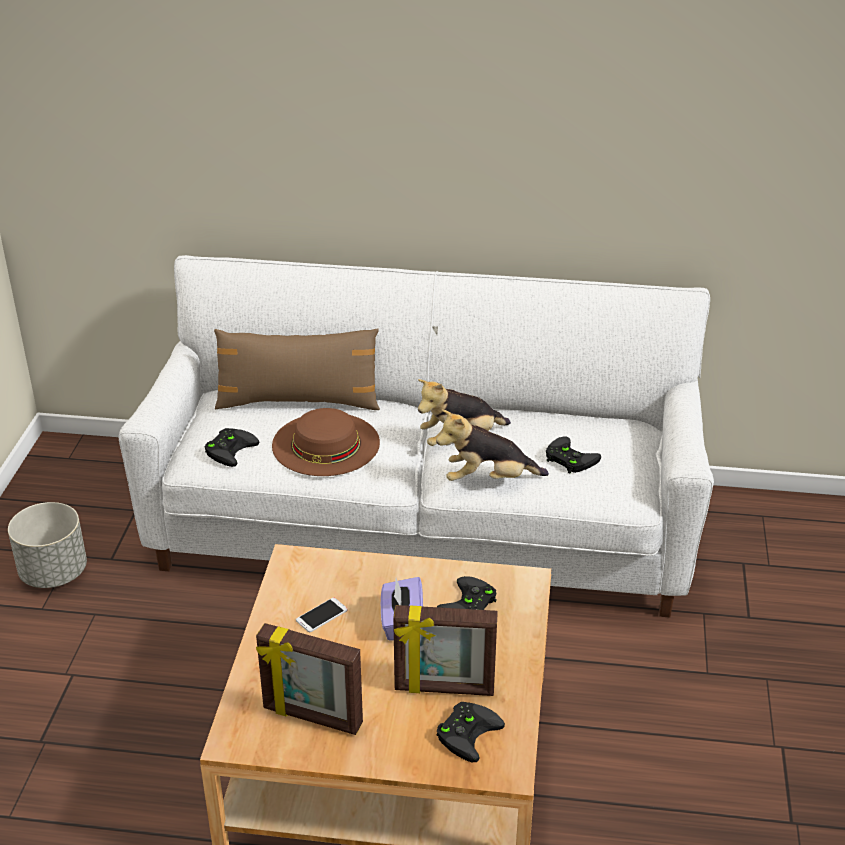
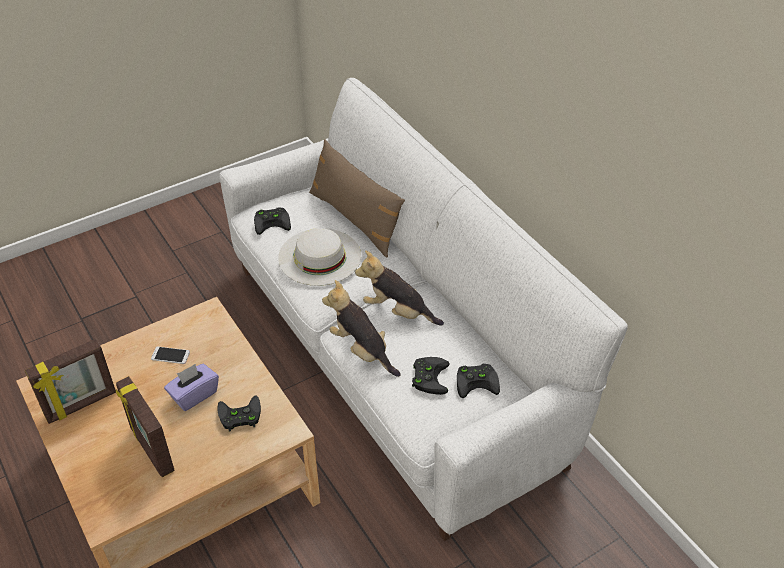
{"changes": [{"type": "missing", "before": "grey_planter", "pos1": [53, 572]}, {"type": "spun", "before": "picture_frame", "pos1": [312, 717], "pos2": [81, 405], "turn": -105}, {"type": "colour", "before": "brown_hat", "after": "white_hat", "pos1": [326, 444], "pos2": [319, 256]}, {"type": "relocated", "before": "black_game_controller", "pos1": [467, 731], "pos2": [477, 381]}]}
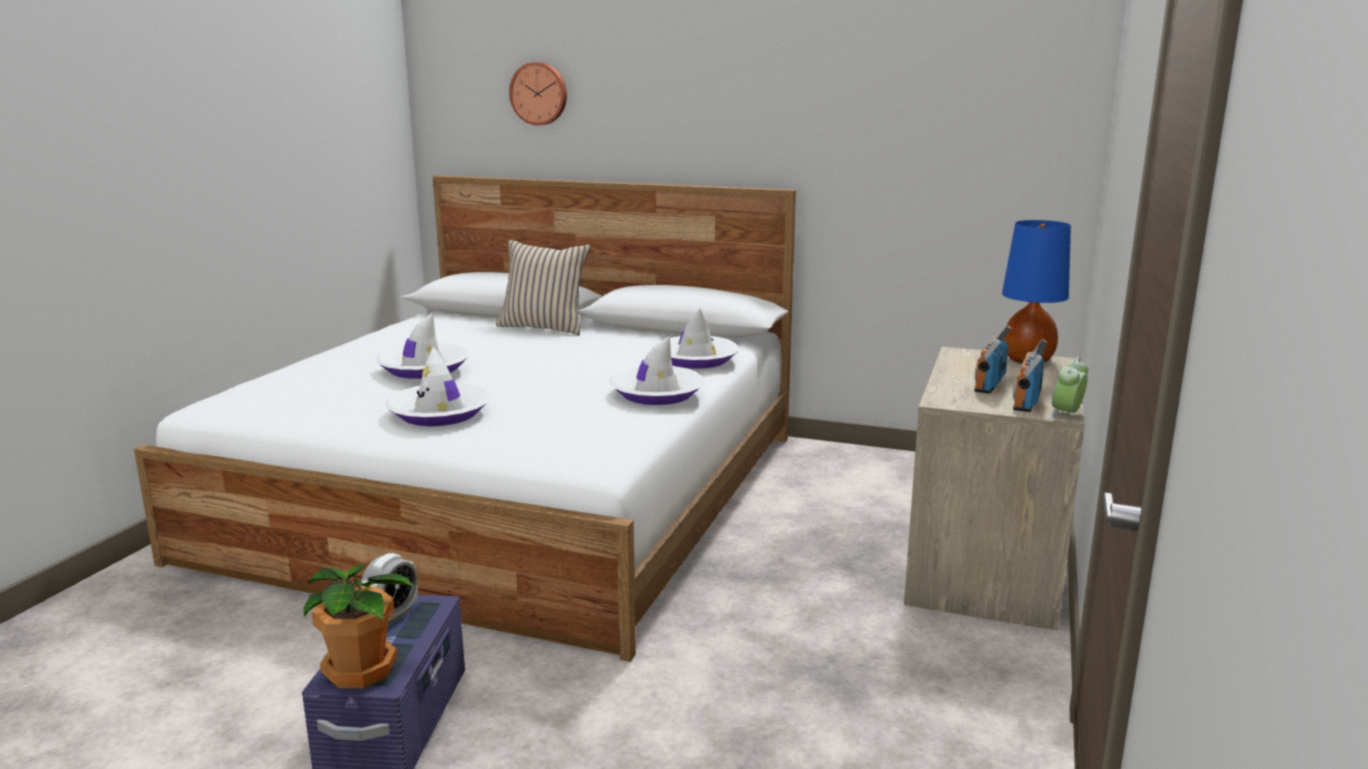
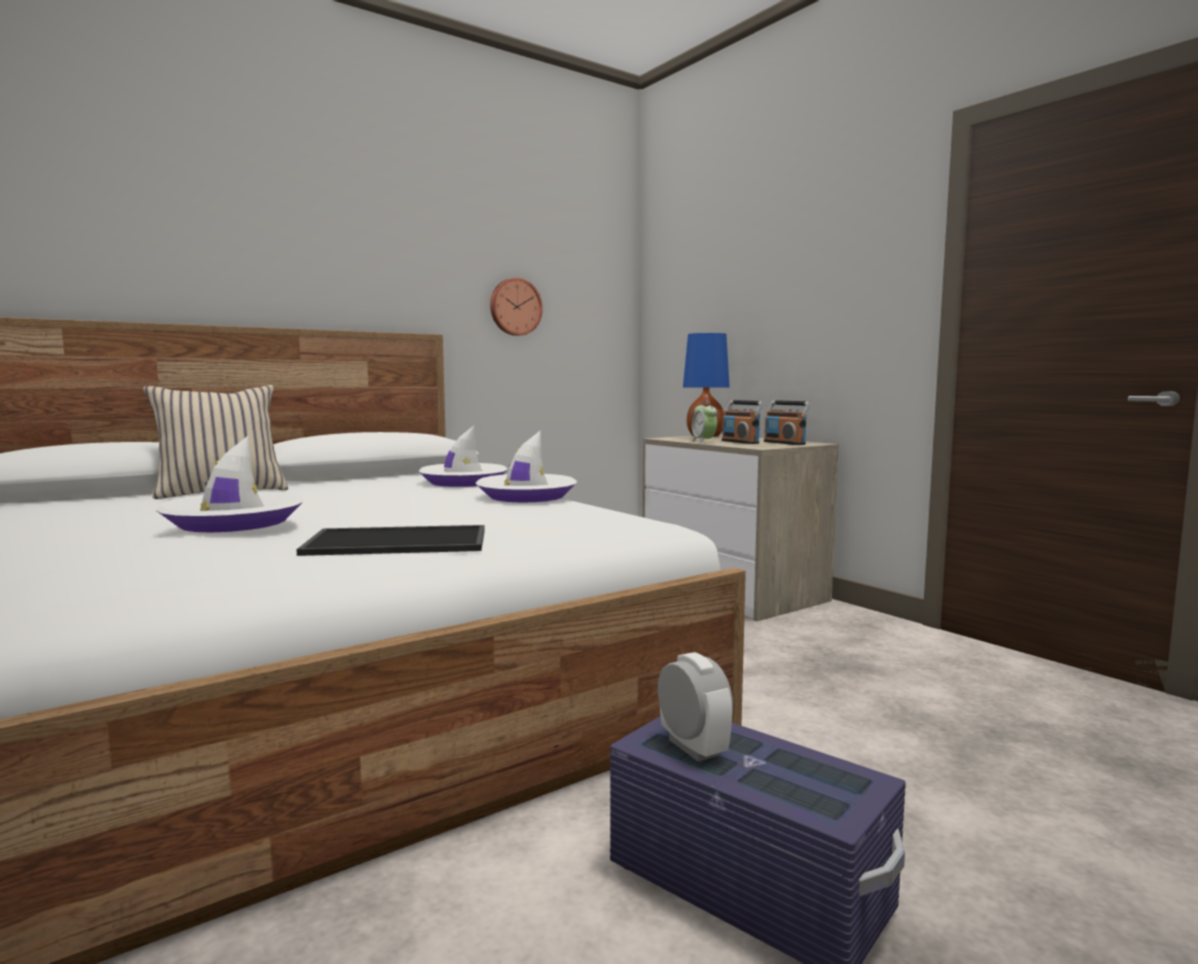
{"changes": [{"type": "missing", "before": "potted_plant", "pos1": [362, 669]}, {"type": "exchanged", "before": "white_hat", "after": "tray", "pos1": [439, 413], "pos2": [400, 541]}, {"type": "relocated", "before": "wall_clock", "pos1": [539, 93], "pos2": [515, 307]}, {"type": "relocated", "before": "alarm_clock", "pos1": [1066, 414], "pos2": [703, 441]}]}
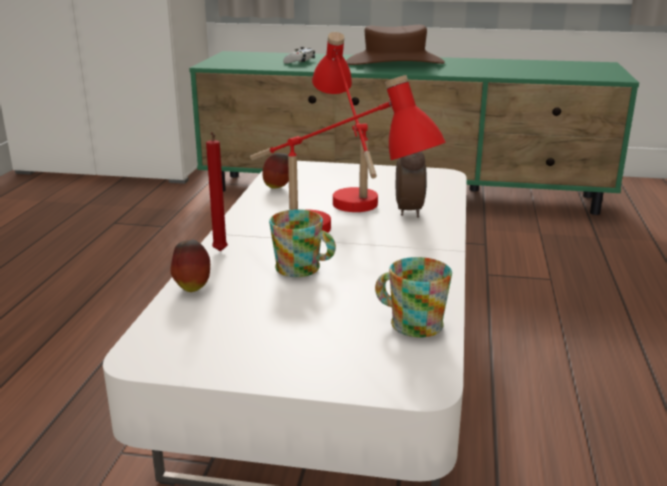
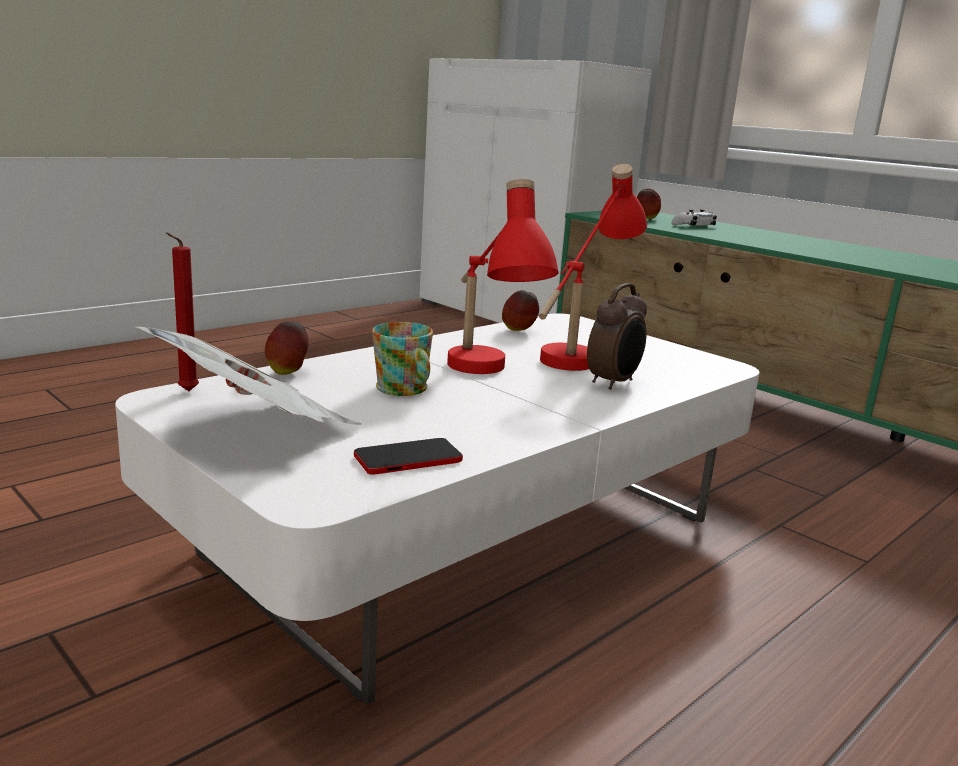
{"changes": [{"type": "relocated", "before": "red_candle", "pos1": [220, 252], "pos2": [185, 392]}, {"type": "missing", "before": "brown_hat", "pos1": [394, 63]}, {"type": "exchanged", "before": "mug", "after": "phone", "pos1": [410, 322], "pos2": [408, 458]}, {"type": "appeared", "after": "newspaper", "pos2": [257, 430]}, {"type": "appeared", "after": "apple", "pos2": [646, 219]}]}
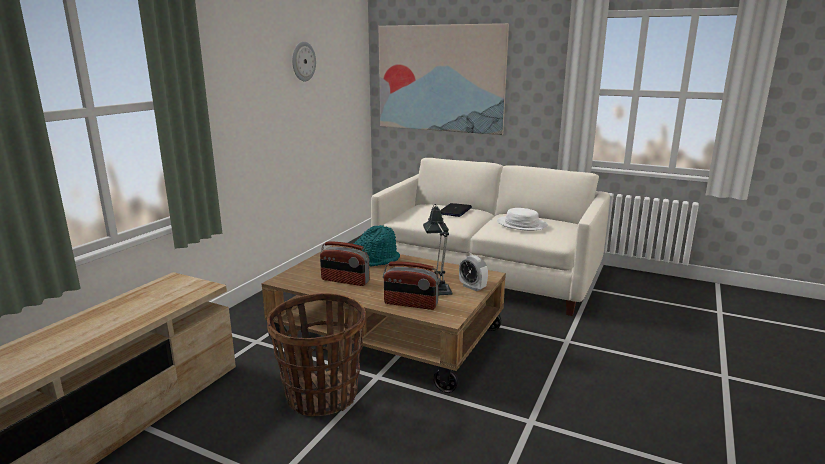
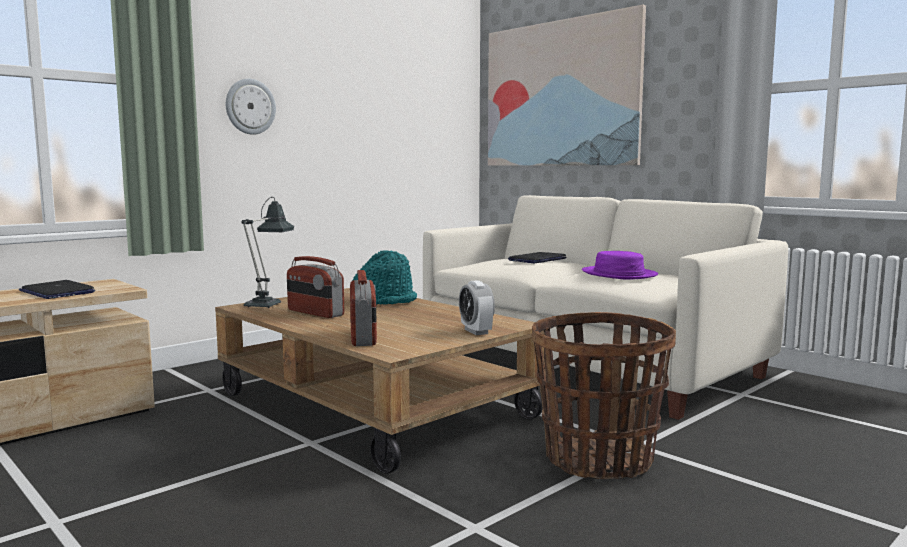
{"changes": [{"type": "relocated", "before": "basket", "pos1": [321, 396], "pos2": [598, 460]}, {"type": "relocated", "before": "wall_clock", "pos1": [303, 61], "pos2": [250, 106]}, {"type": "spun", "before": "radio", "pos1": [410, 304], "pos2": [364, 337], "turn": -135}, {"type": "relocated", "before": "table_lamp", "pos1": [438, 289], "pos2": [266, 304]}, {"type": "colour", "before": "white_hat", "after": "purple_hat", "pos1": [521, 224], "pos2": [618, 274]}, {"type": "appeared", "after": "laptop", "pos2": [57, 292]}]}
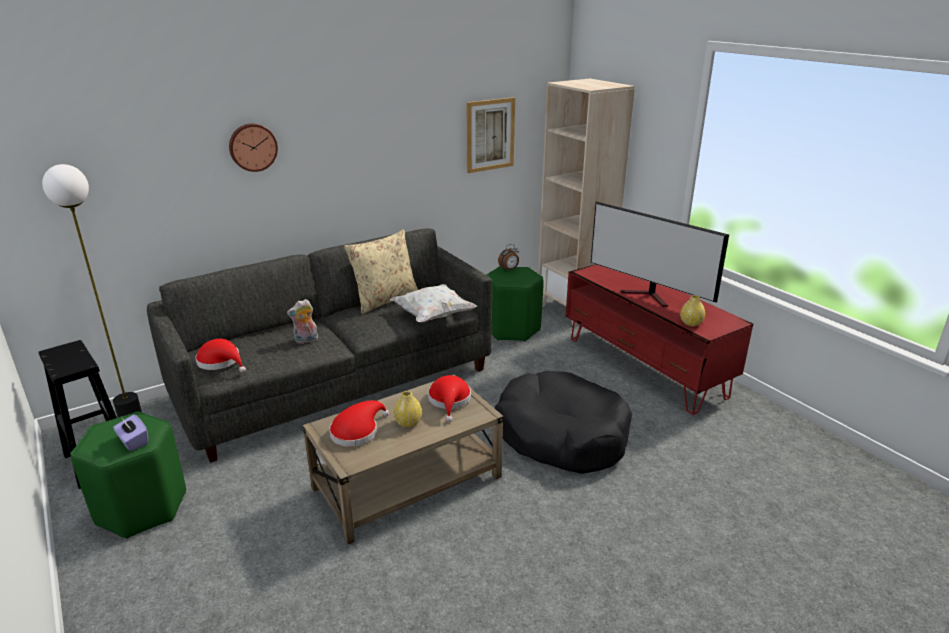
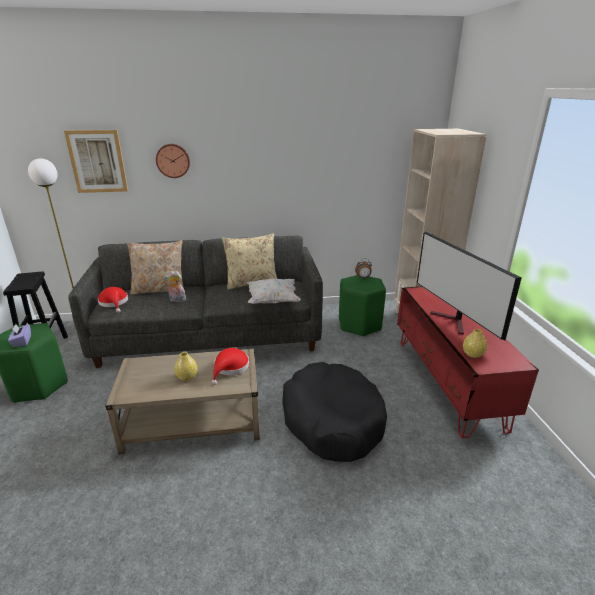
{"changes": [{"type": "missing", "before": "red_hat", "pos1": [357, 431]}, {"type": "relocated", "before": "picture", "pos1": [490, 135], "pos2": [97, 161]}, {"type": "appeared", "after": "beige_pillow", "pos2": [159, 290]}]}
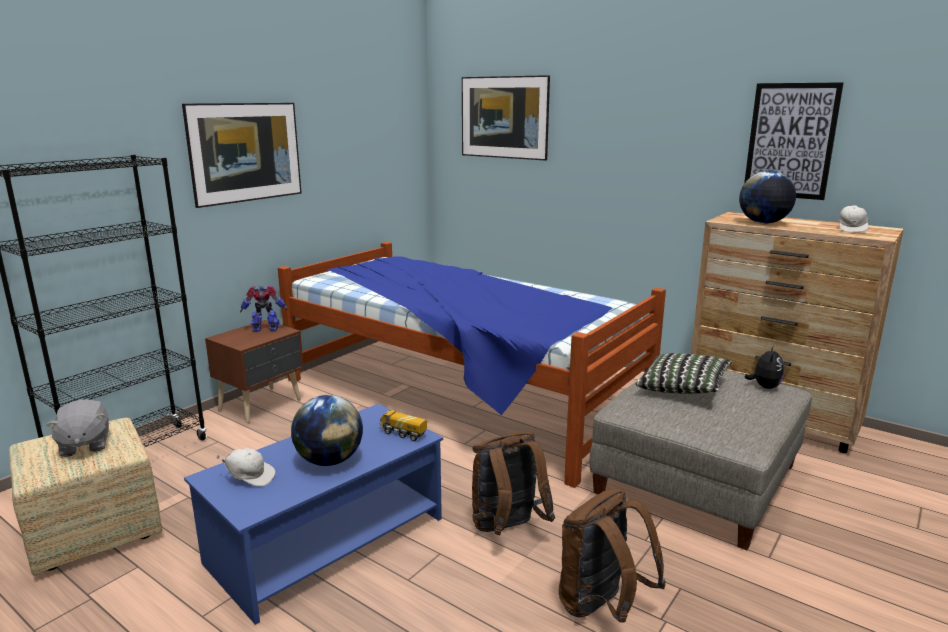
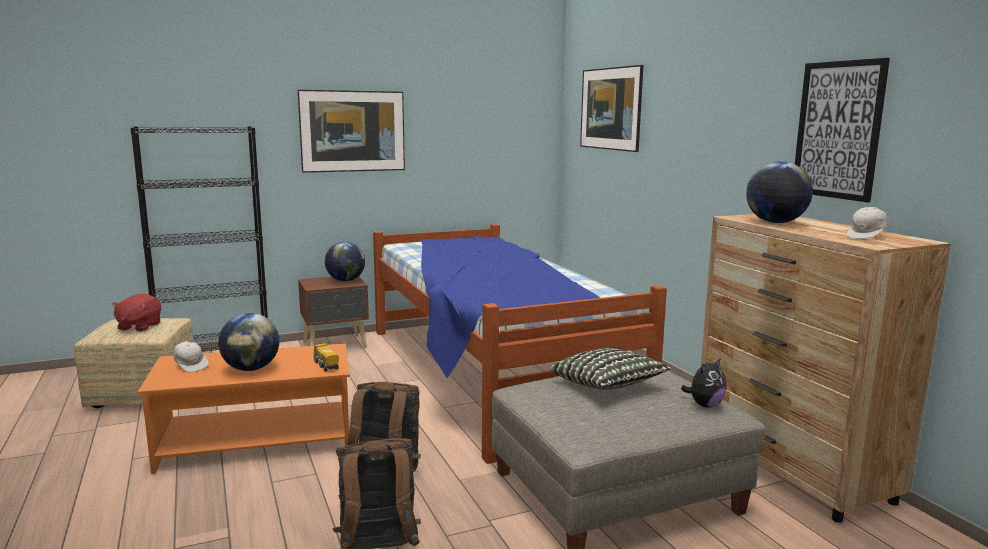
{"changes": [{"type": "colour", "before": "grey_plush_toy", "after": "red_plush_toy", "pos1": [84, 445], "pos2": [139, 326]}, {"type": "colour", "before": "blue_coffee_table", "after": "orange_coffee_table", "pos1": [326, 541], "pos2": [256, 441]}, {"type": "exchanged", "before": "toy_robot", "after": "globe", "pos1": [266, 329], "pos2": [345, 280]}]}
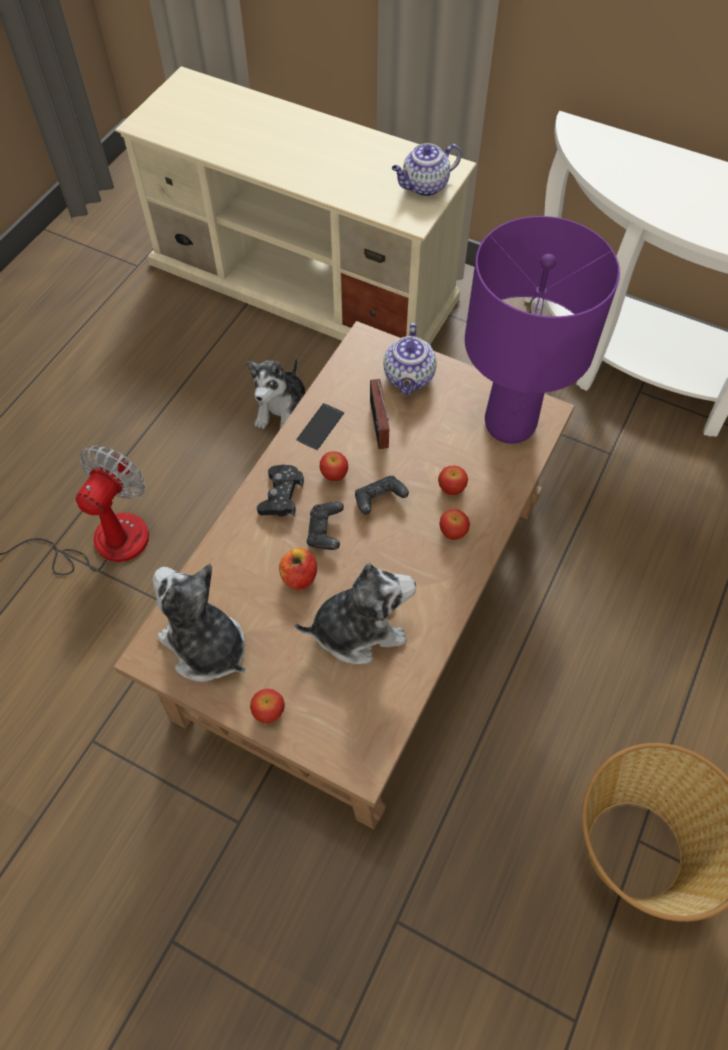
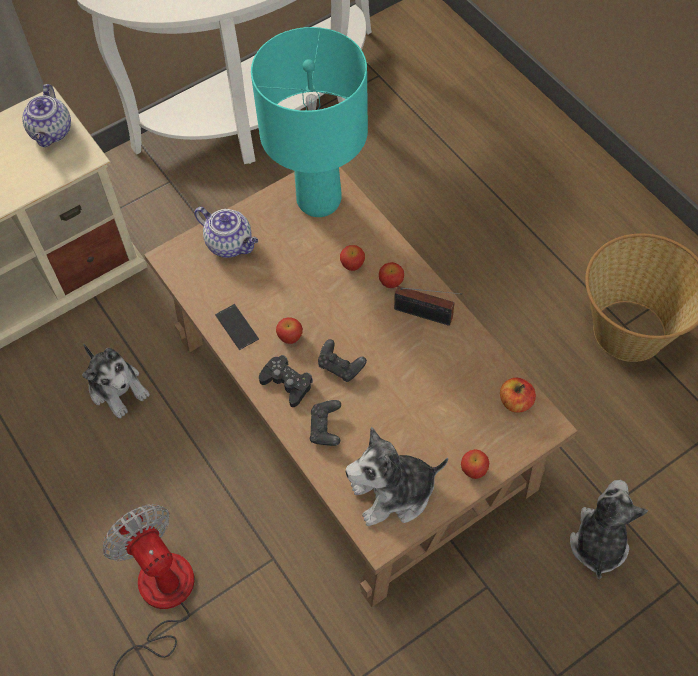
{"changes": [{"type": "relocated", "before": "apple", "pos1": [299, 577], "pos2": [515, 402]}, {"type": "relocated", "before": "plush_toy", "pos1": [358, 629], "pos2": [598, 542]}, {"type": "relocated", "before": "black_game_controller", "pos1": [379, 500], "pos2": [325, 428]}, {"type": "relocated", "before": "radio", "pos1": [378, 426], "pos2": [426, 315]}, {"type": "colour", "before": "purple_table_lamp", "after": "turquoise_table_lamp", "pos1": [510, 425], "pos2": [319, 200]}]}
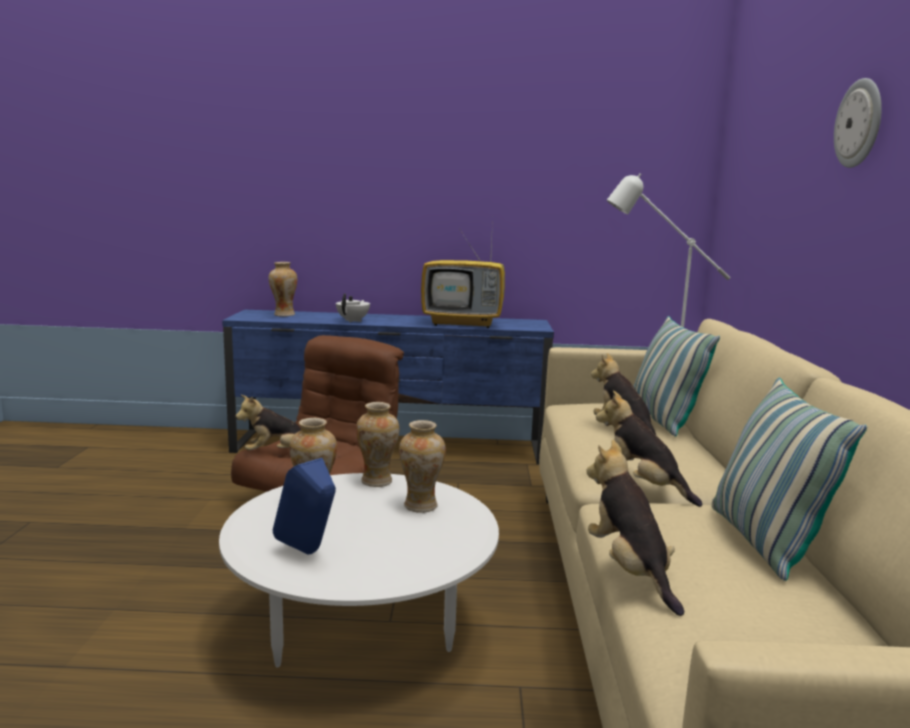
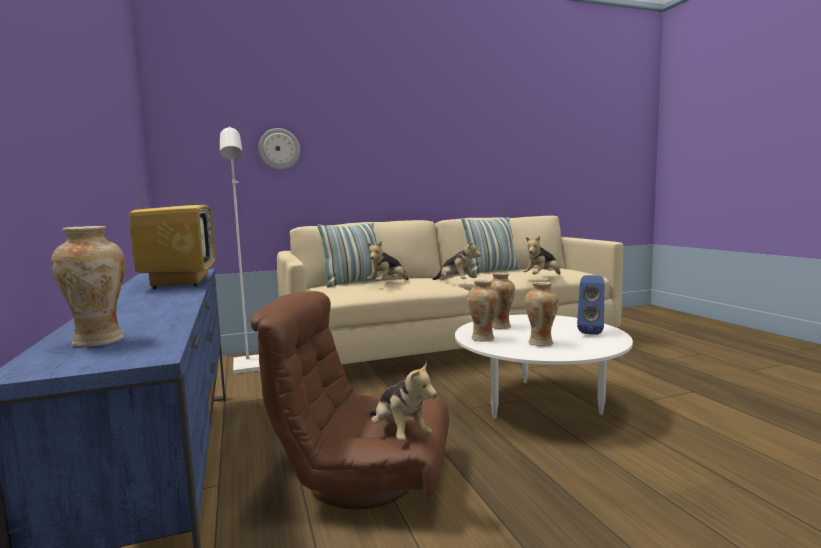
{"changes": [{"type": "missing", "before": "white_teapot", "pos1": [353, 321]}, {"type": "spun", "before": "plush_toy", "pos1": [642, 486], "pos2": [456, 282], "turn": -75}, {"type": "relocated", "before": "wall_clock", "pos1": [859, 123], "pos2": [279, 149]}]}
